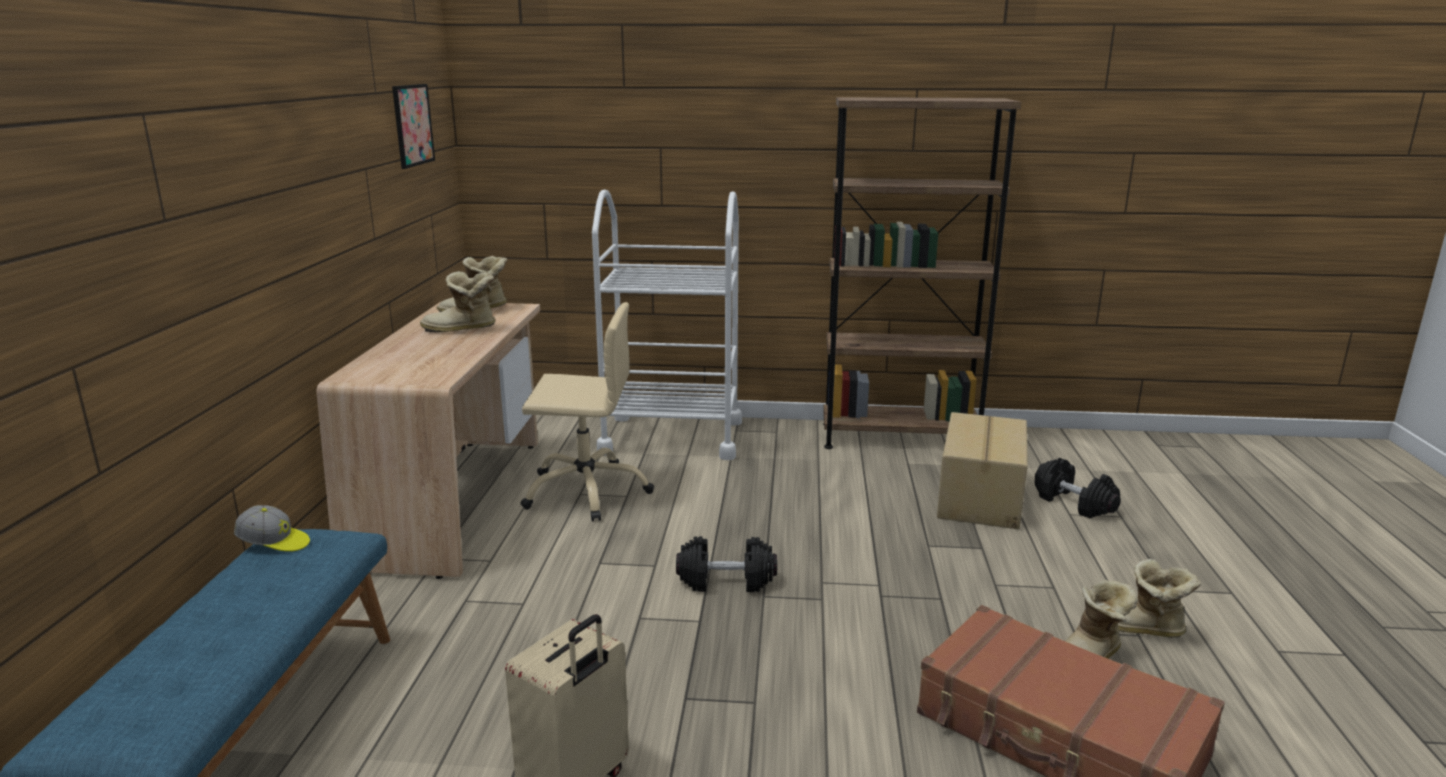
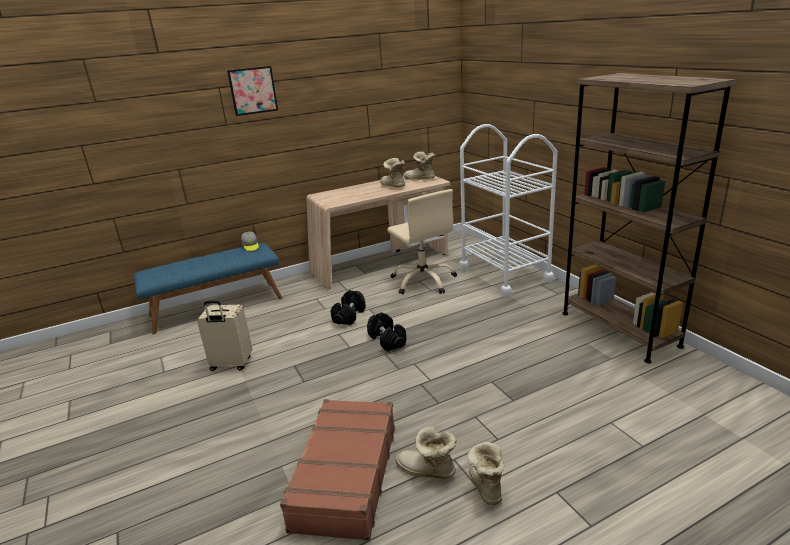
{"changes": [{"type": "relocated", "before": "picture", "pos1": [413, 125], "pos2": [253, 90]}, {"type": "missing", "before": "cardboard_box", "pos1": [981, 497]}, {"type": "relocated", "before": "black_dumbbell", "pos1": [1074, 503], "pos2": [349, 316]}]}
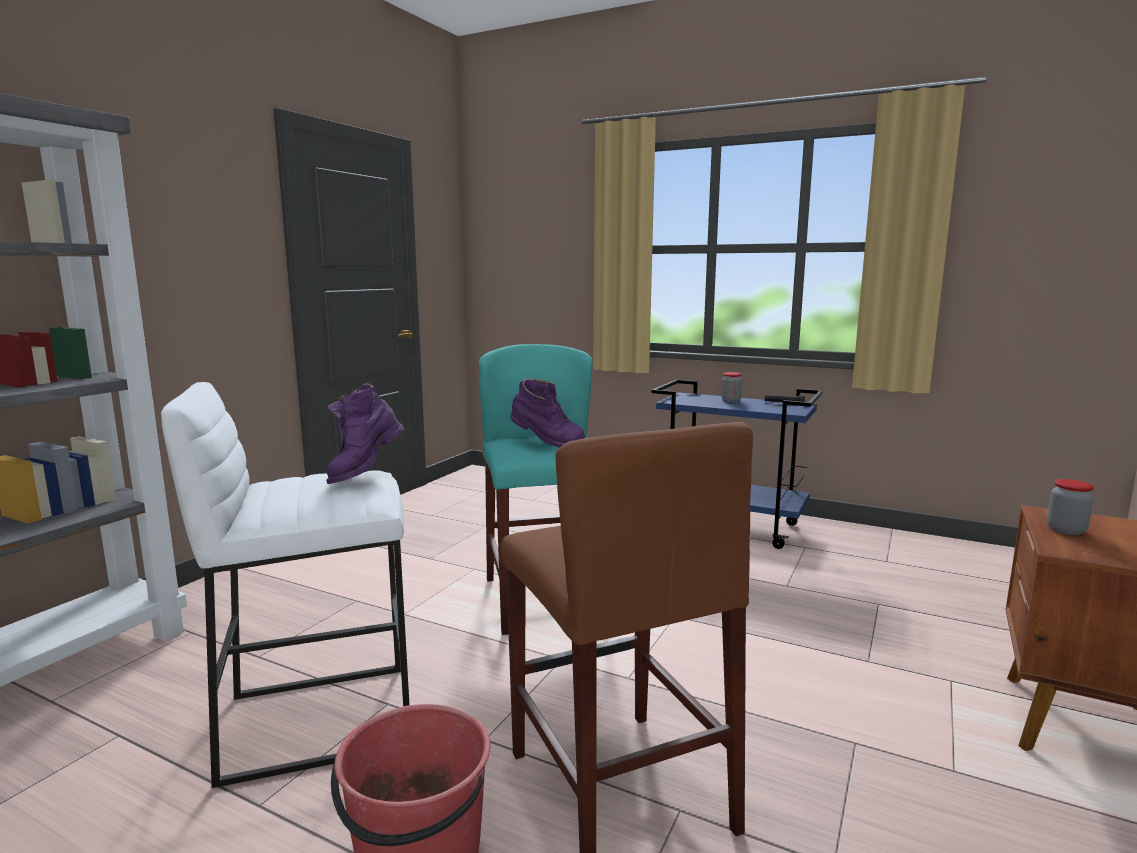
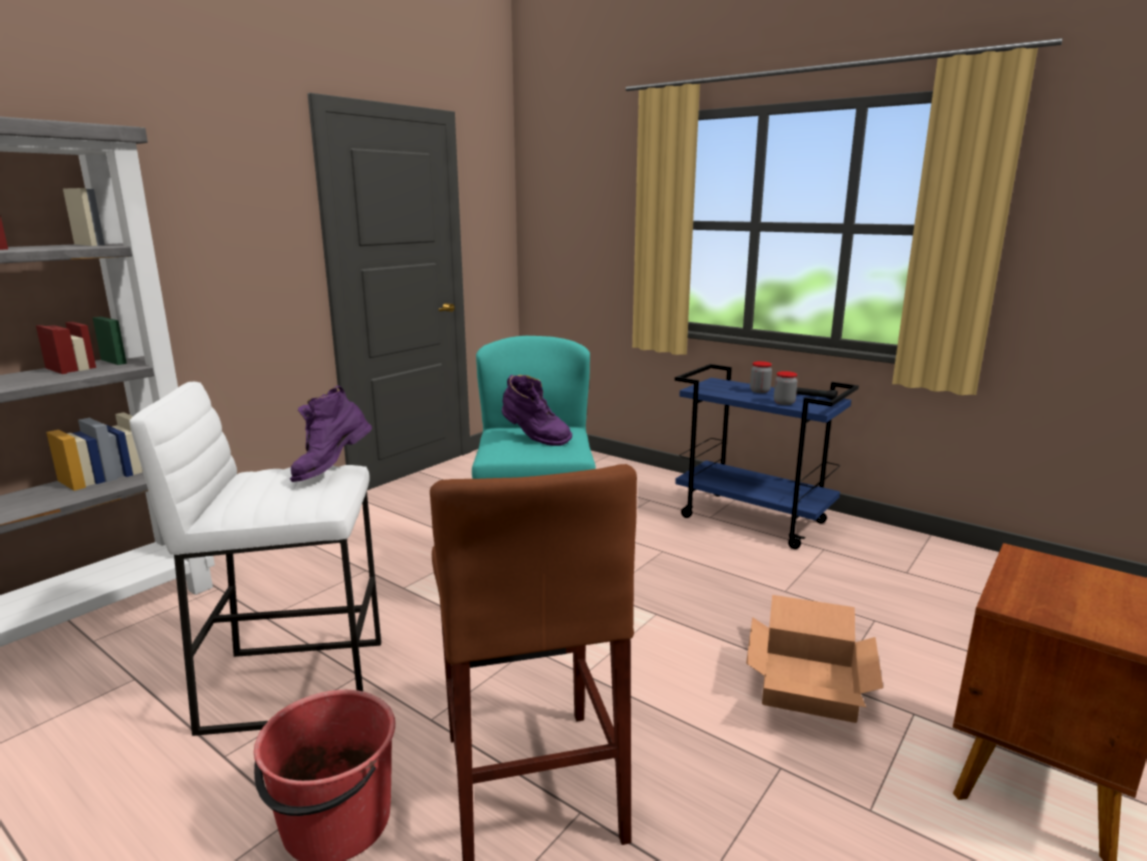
{"changes": [{"type": "relocated", "before": "jar", "pos1": [1066, 530], "pos2": [784, 403]}, {"type": "appeared", "after": "cardboard_box", "pos2": [810, 686]}]}
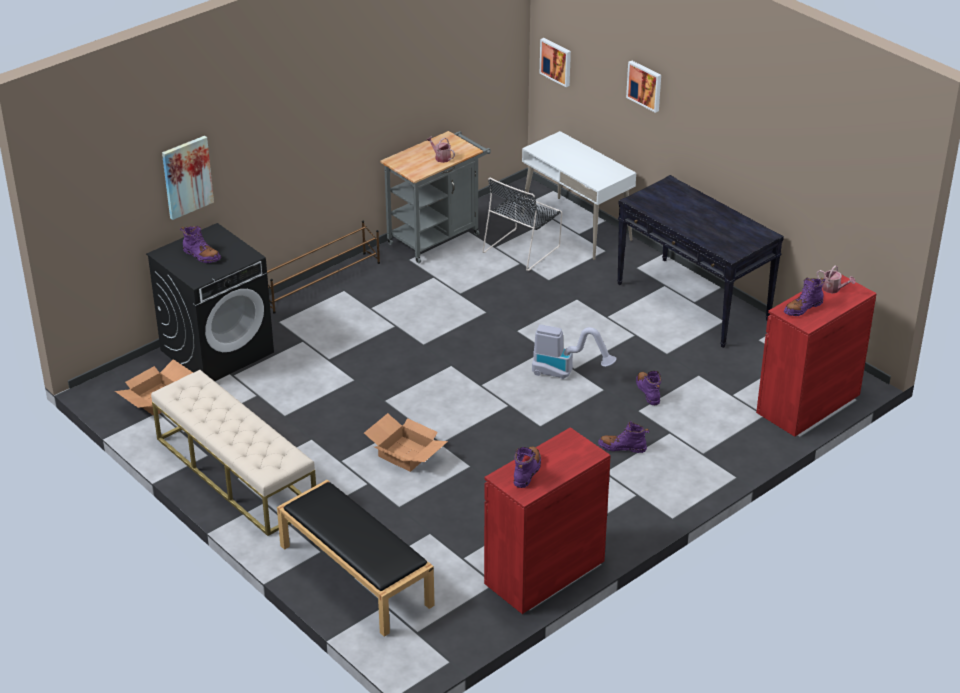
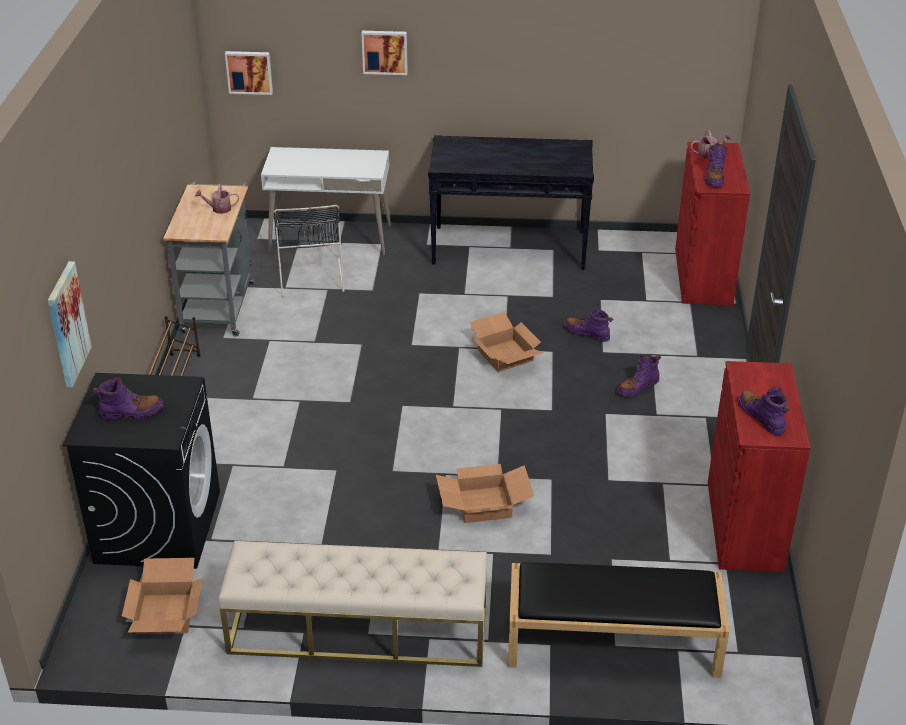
{"changes": [{"type": "exchanged", "before": "vacuum_cleaner", "after": "cardboard_box", "pos1": [566, 373], "pos2": [504, 355]}]}
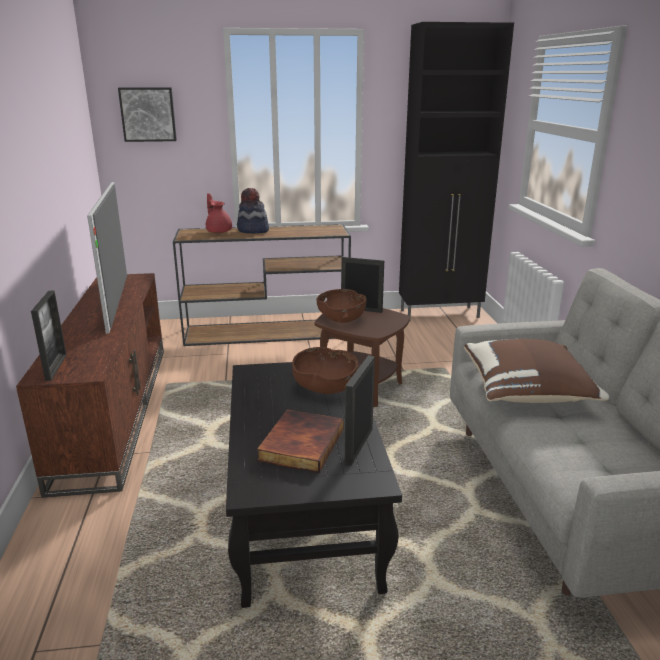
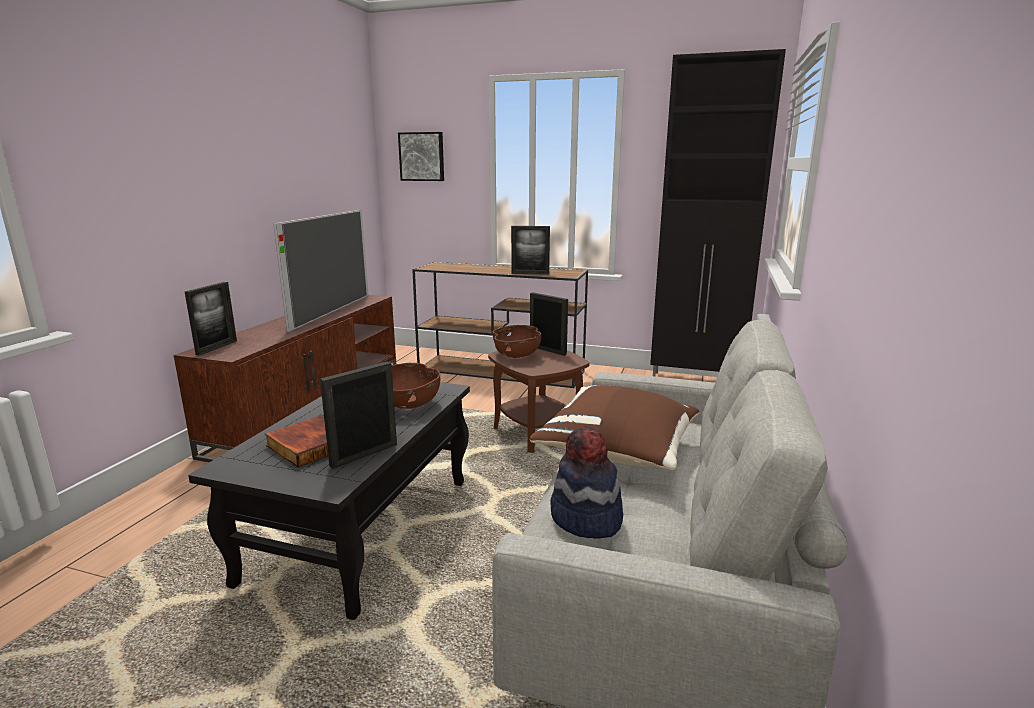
{"changes": [{"type": "missing", "before": "red_teapot", "pos1": [219, 231]}, {"type": "relocated", "before": "hat", "pos1": [253, 231], "pos2": [585, 519]}, {"type": "appeared", "after": "picture_frame", "pos2": [530, 273]}]}
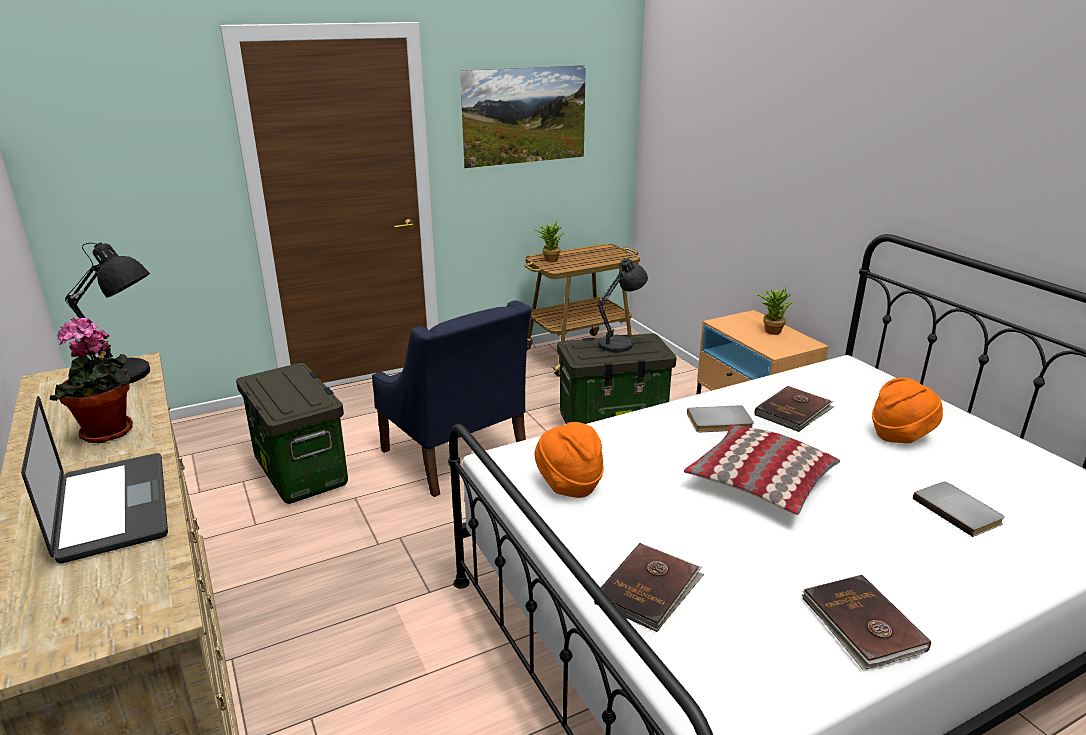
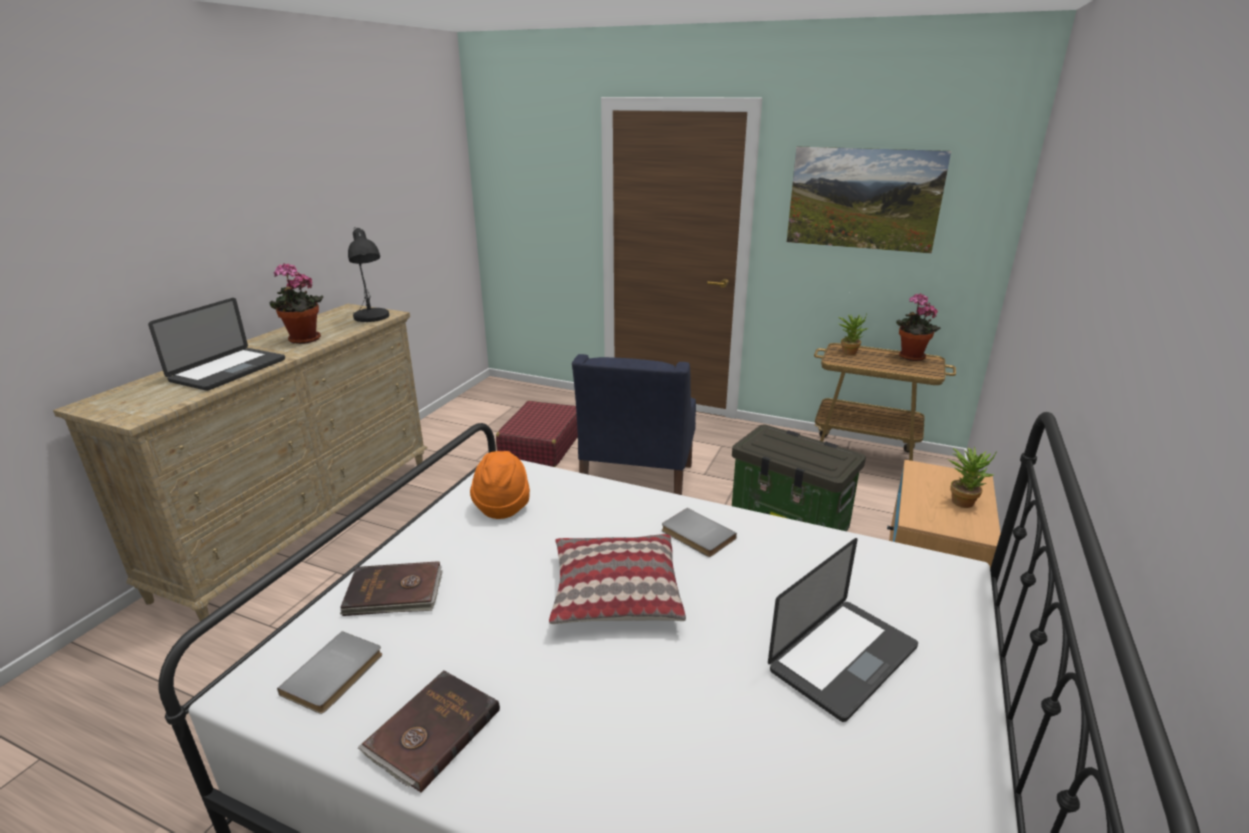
{"changes": [{"type": "exchanged", "before": "storage_box", "after": "red_suitcase", "pos1": [302, 472], "pos2": [541, 445]}, {"type": "missing", "before": "grey_table_lamp", "pos1": [619, 344]}, {"type": "missing", "before": "brown_book", "pos1": [794, 411]}, {"type": "exchanged", "before": "orange_hat", "after": "laptop", "pos1": [901, 435], "pos2": [843, 658]}, {"type": "relocated", "before": "grey_book", "pos1": [958, 510], "pos2": [335, 675]}, {"type": "appeared", "after": "potted_plant", "pos2": [909, 357]}]}
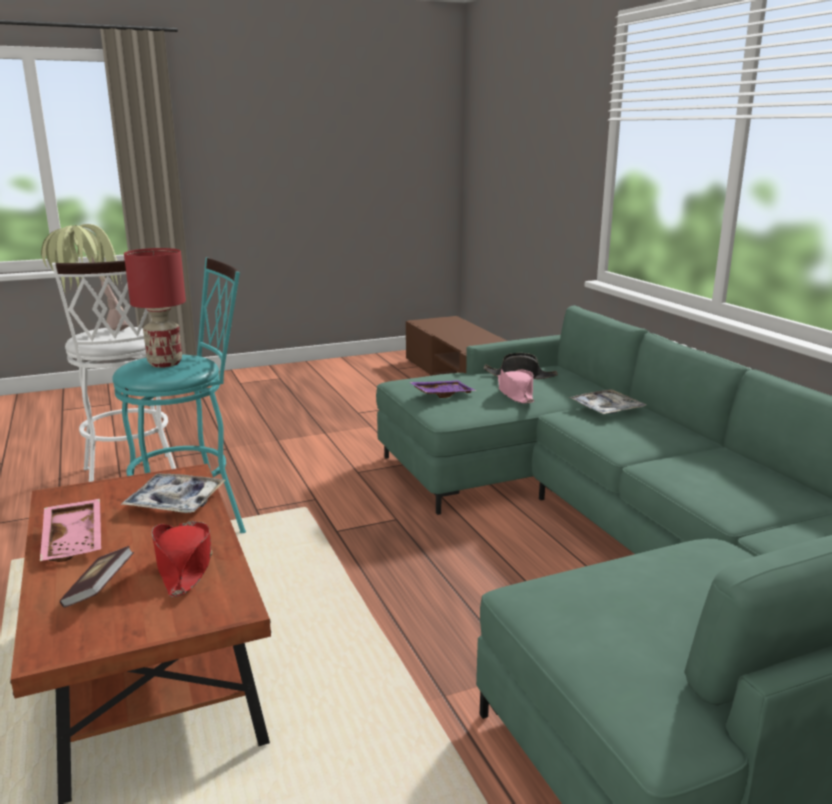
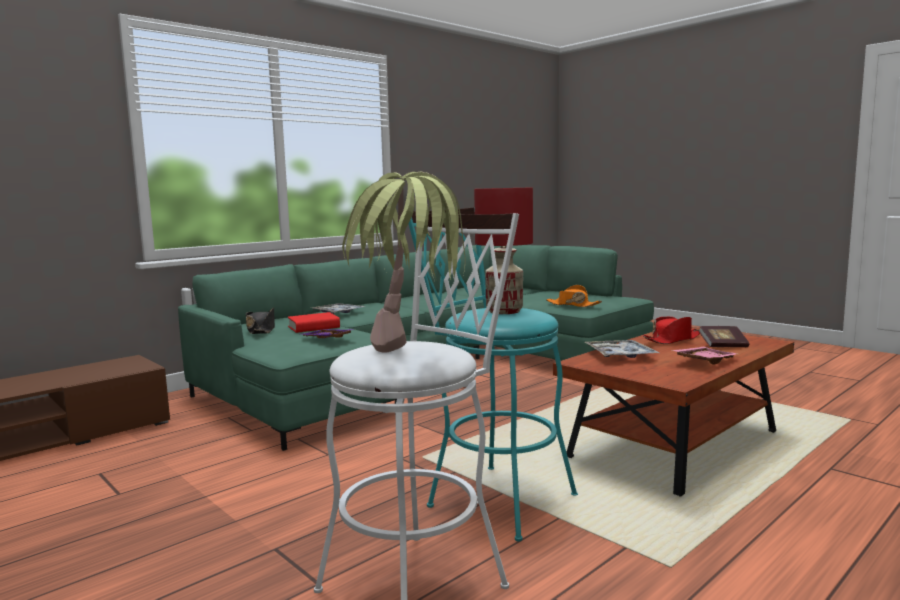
{"changes": [{"type": "exchanged", "before": "pink_hat", "after": "red_book", "pos1": [515, 393], "pos2": [314, 327]}, {"type": "appeared", "after": "orange_hat", "pos2": [573, 305]}]}
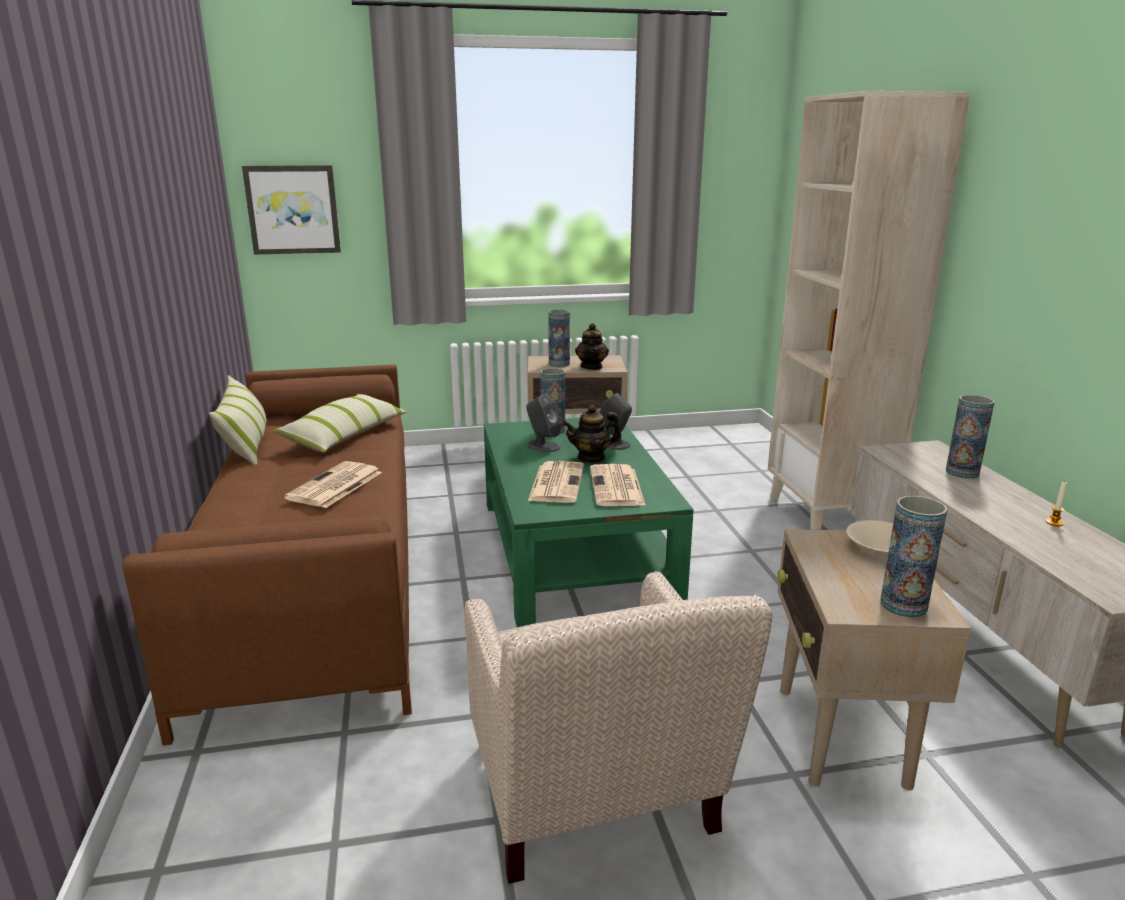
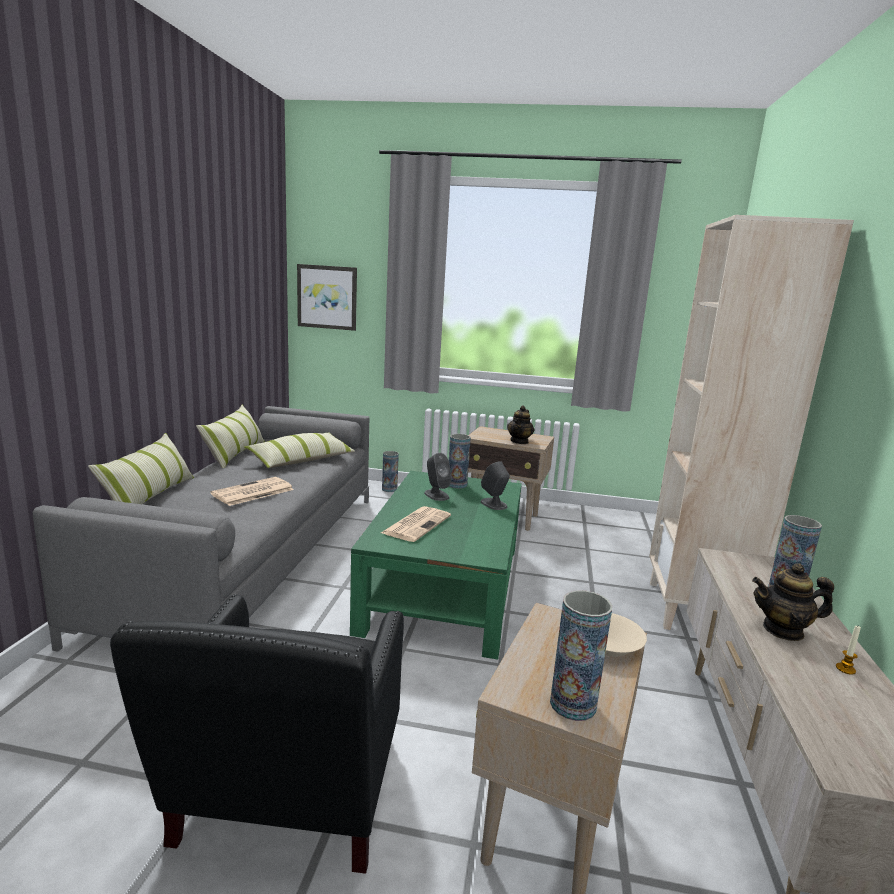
{"changes": [{"type": "colour", "before": "brown_sofa", "after": "grey_sofa", "pos1": [319, 571], "pos2": [252, 556]}, {"type": "colour", "before": "beige_armchair", "after": "black_armchair", "pos1": [593, 802], "pos2": [284, 802]}, {"type": "relocated", "before": "vase", "pos1": [559, 364], "pos2": [389, 489]}, {"type": "relocated", "before": "teapot", "pos1": [591, 457], "pos2": [783, 630]}, {"type": "missing", "before": "newspaper", "pos1": [617, 487]}, {"type": "appeared", "after": "pillow", "pos2": [150, 497]}]}
